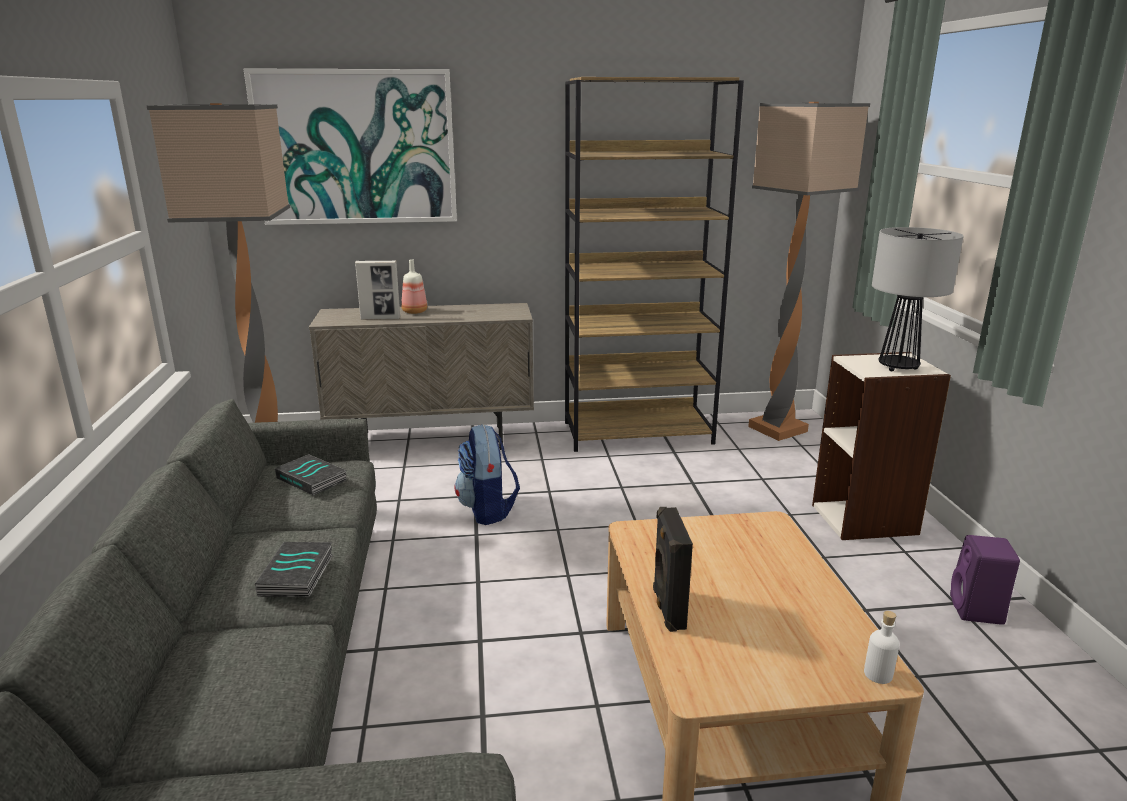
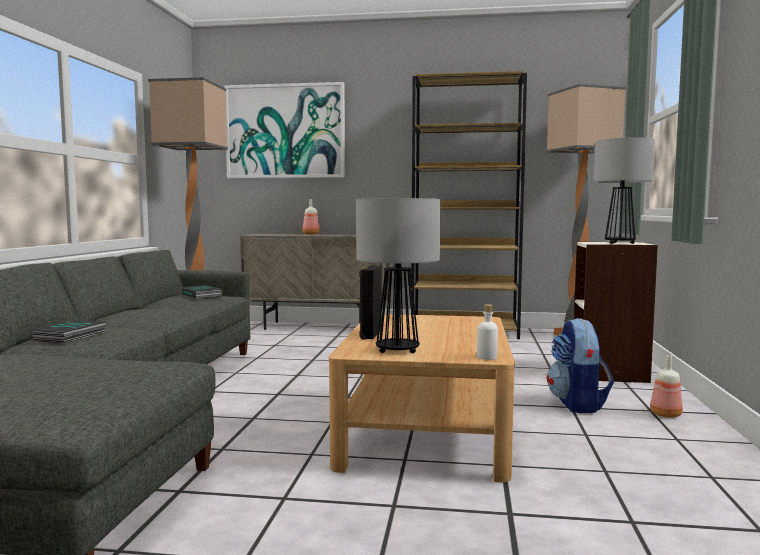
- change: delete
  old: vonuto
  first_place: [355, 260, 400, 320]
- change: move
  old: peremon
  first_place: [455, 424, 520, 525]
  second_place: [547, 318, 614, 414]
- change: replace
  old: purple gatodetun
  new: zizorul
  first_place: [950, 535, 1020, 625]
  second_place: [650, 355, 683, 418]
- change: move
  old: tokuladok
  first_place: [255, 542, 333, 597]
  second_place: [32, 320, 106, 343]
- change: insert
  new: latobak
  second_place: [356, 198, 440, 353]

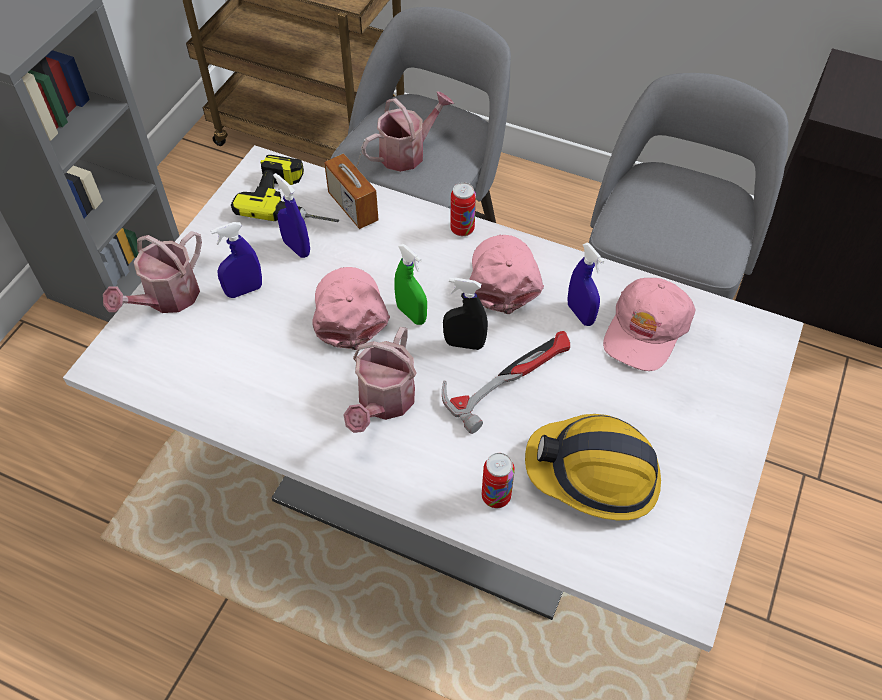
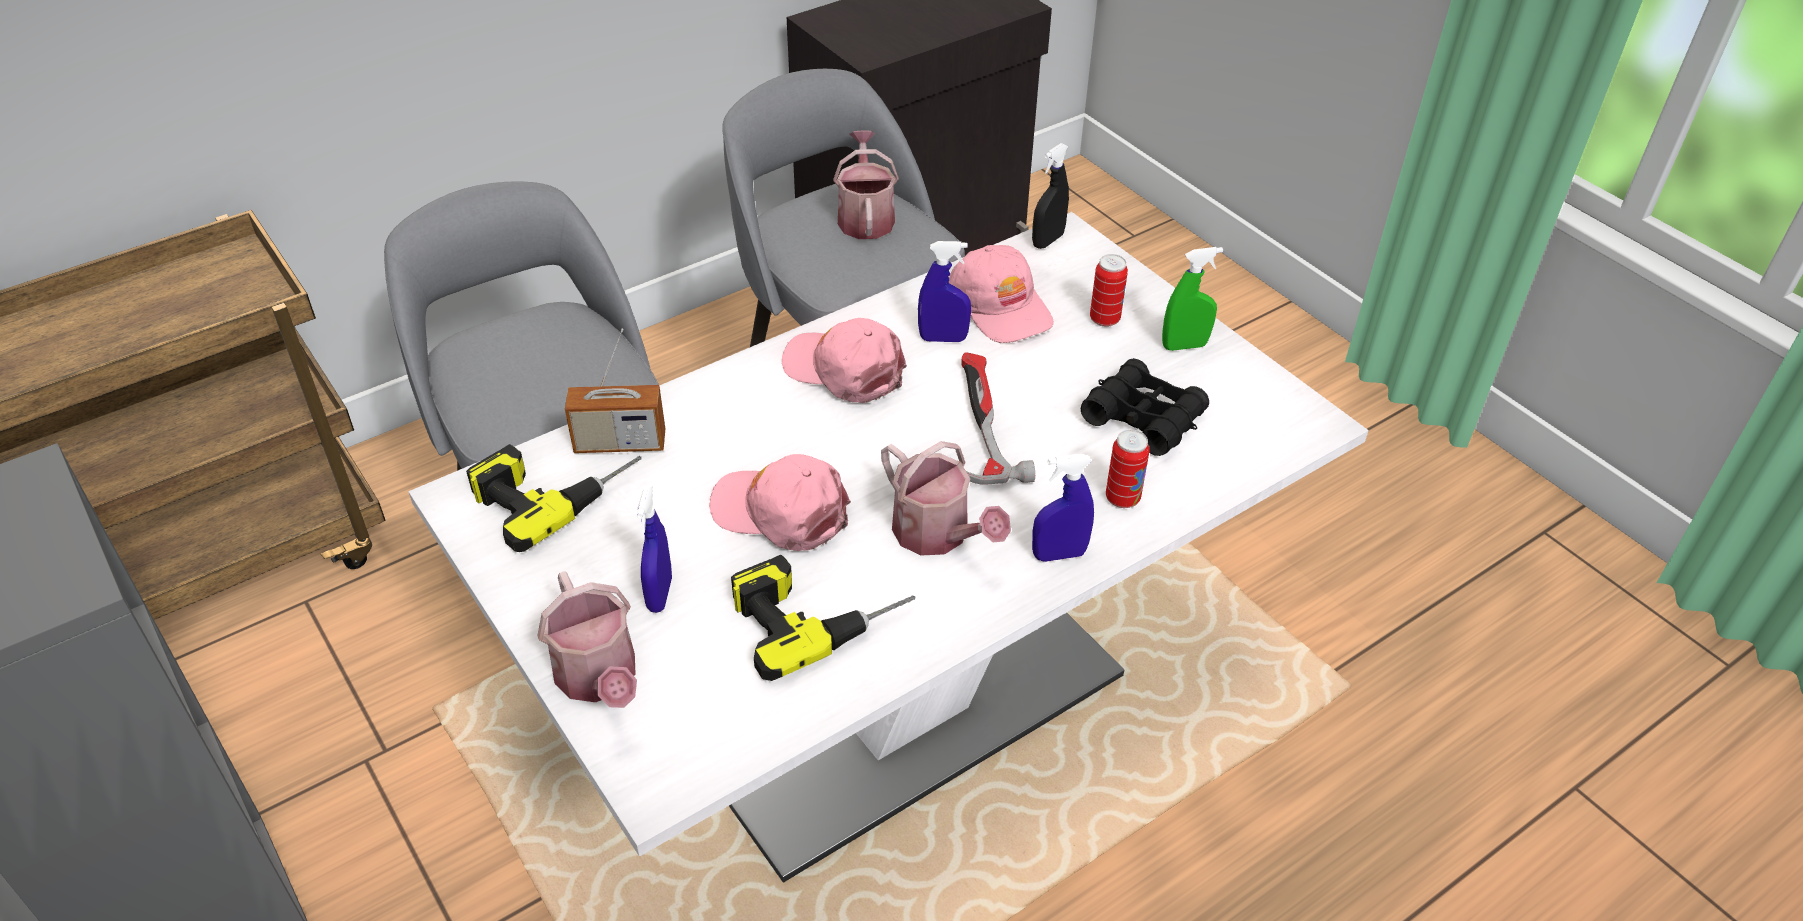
- change: move
  old: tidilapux
  first_place: [361, 91, 454, 172]
  second_place: [834, 130, 899, 239]
- change: move
  old: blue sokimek
  first_place: [273, 173, 310, 258]
  second_place: [1032, 454, 1094, 562]
- change: move
  old: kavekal
  first_place: [450, 182, 476, 236]
  second_place: [1090, 254, 1128, 327]
- change: move
  old: green sokimek
  first_place: [394, 244, 427, 325]
  second_place: [1162, 247, 1223, 351]
- change: move
  old: black sokimek
  first_place: [443, 278, 488, 350]
  second_place: [1032, 143, 1069, 249]
- change: replace
  old: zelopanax
  new: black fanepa
  first_place: [525, 414, 661, 520]
  second_place: [1081, 358, 1209, 456]
- change: insert
  new: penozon
  second_place: [731, 555, 915, 681]

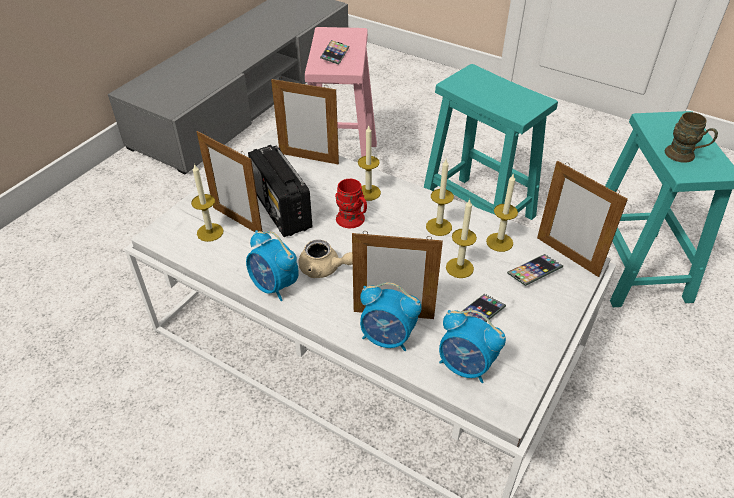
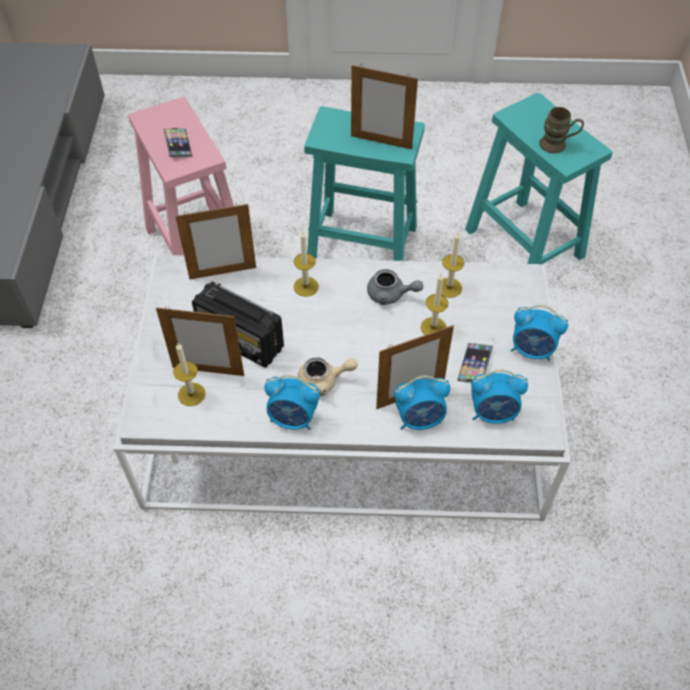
- change: replace
  old: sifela
  new: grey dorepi
  first_place: [426, 159, 454, 236]
  second_place: [367, 269, 423, 305]
- change: move
  old: vonuto
  first_place: [537, 161, 628, 277]
  second_place: [351, 64, 418, 149]
- change: delete
  old: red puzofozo
  first_place: [335, 179, 367, 228]
- change: delete
  old: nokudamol
  first_place: [507, 254, 563, 286]
- change: insert
  new: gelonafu
  second_place: [511, 305, 568, 361]

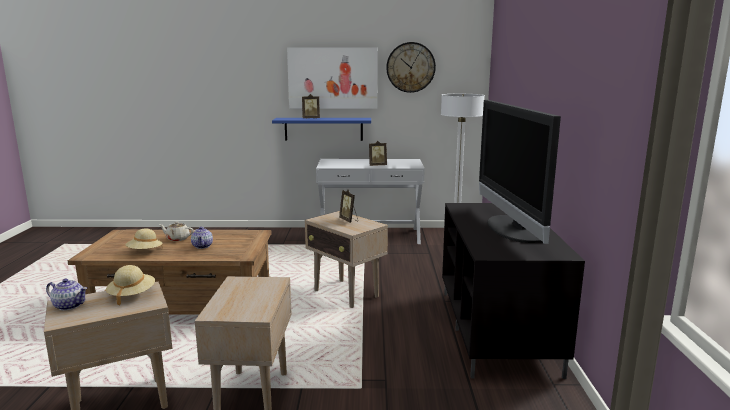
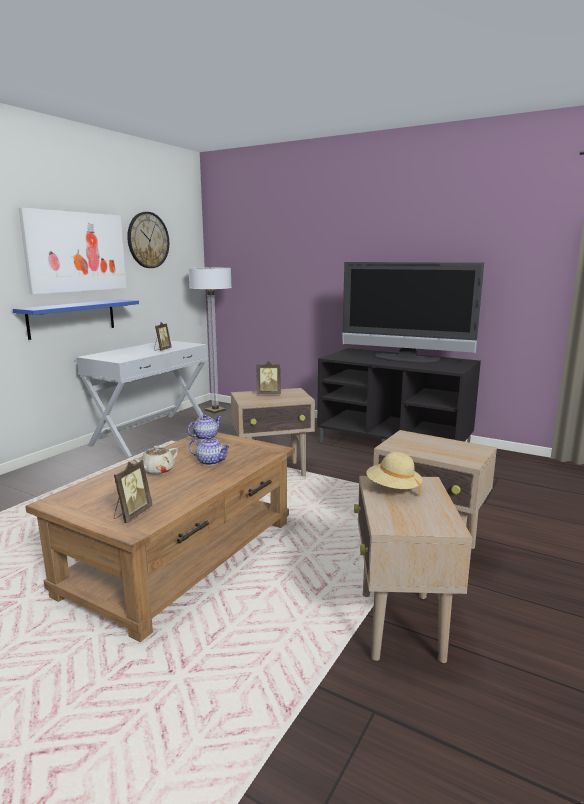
- change: move
  old: vonuto
  first_place: [302, 94, 320, 118]
  second_place: [114, 460, 152, 523]
- change: delete
  old: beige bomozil
  first_place: [126, 229, 163, 249]
- change: move
  old: dorepi
  first_place: [46, 279, 88, 311]
  second_place: [188, 414, 222, 440]

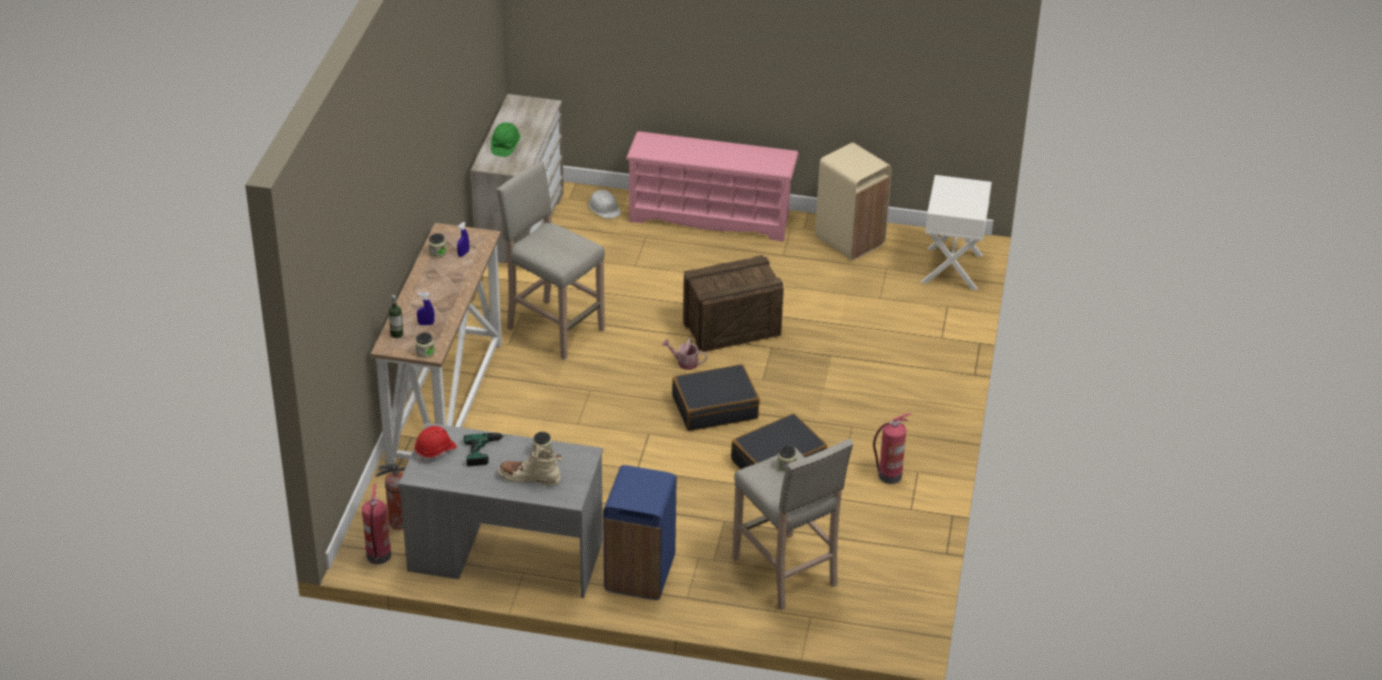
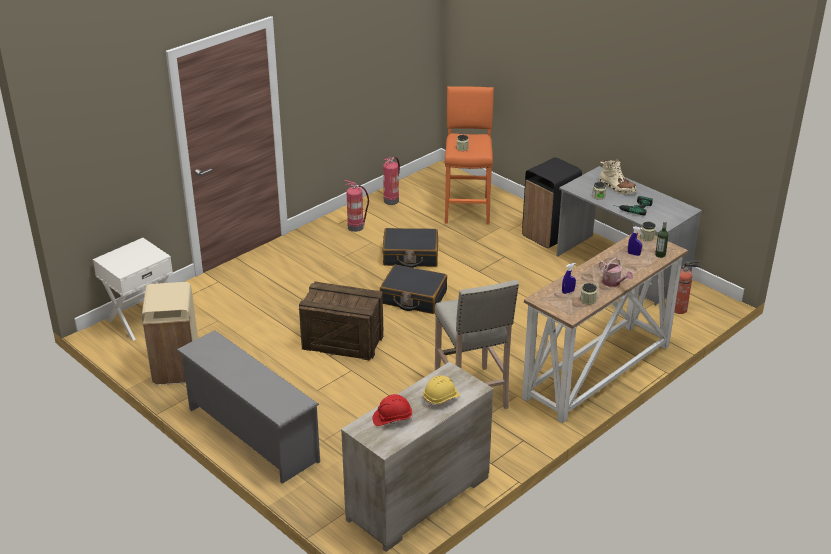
- change: recolor
  old: green zelopanax
  new: yellow zelopanax
  first_place: [491, 122, 521, 157]
  second_place: [423, 375, 460, 408]
- change: recolor
  old: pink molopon
  new: grey molopon
  first_place: [626, 131, 799, 242]
  second_place: [177, 330, 320, 484]
- change: delete
  old: white zelopanax
  first_place: [588, 190, 621, 219]
- change: move
  old: tidilapux
  first_place: [662, 338, 707, 370]
  second_place: [599, 258, 633, 287]
- change: move
  old: red zelopanax
  first_place: [414, 426, 457, 462]
  second_place: [373, 394, 412, 426]
- change: recolor
  old: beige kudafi
  new: orange kudafi
  first_place: [732, 439, 853, 610]
  second_place: [445, 86, 494, 225]
- change: recolor
  old: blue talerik
  new: black talerik
  first_place: [603, 465, 676, 600]
  second_place: [522, 157, 582, 248]
- change: move
  old: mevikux
  first_place: [362, 484, 391, 564]
  second_place: [383, 157, 400, 205]

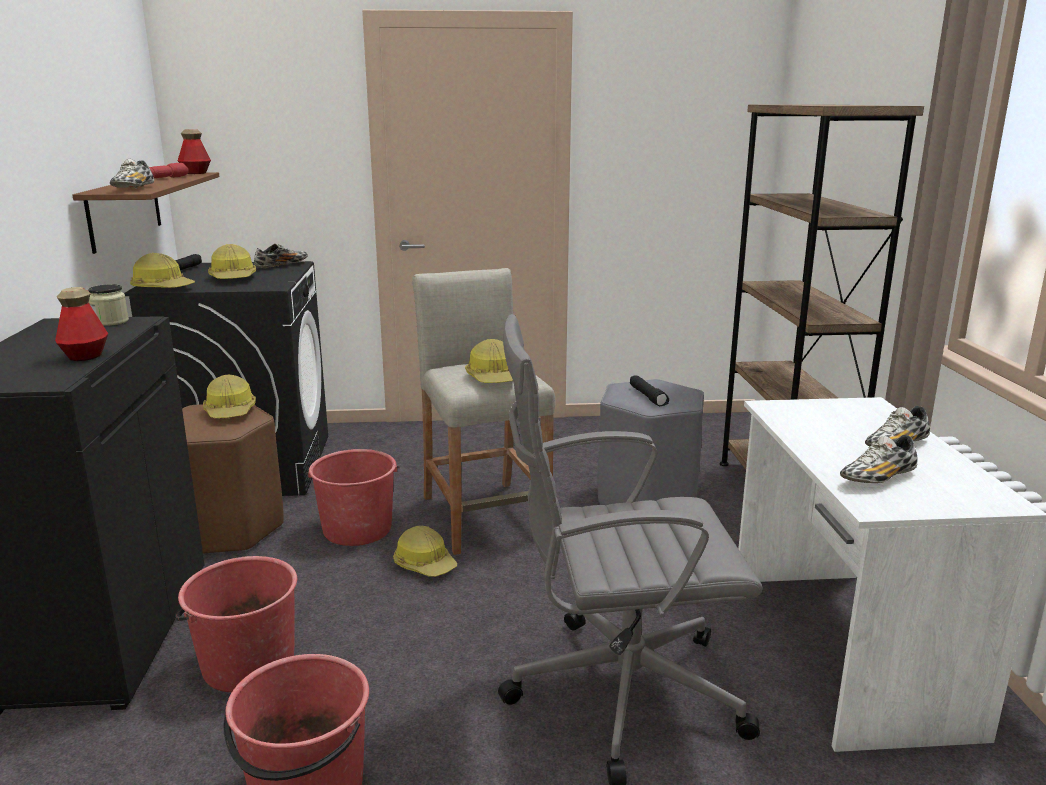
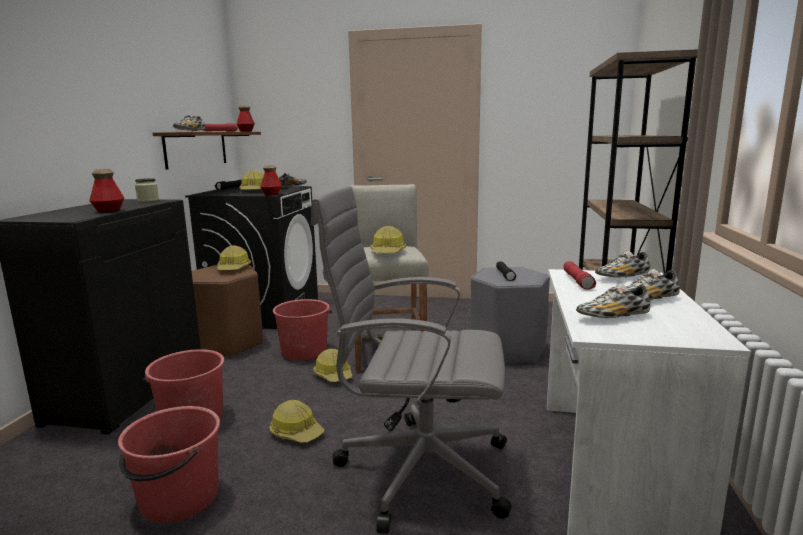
- change: move
  old: zelopanax
  first_place: [130, 253, 195, 288]
  second_place: [269, 400, 324, 443]
- change: insert
  new: zizorul
  second_place: [260, 165, 281, 196]
- change: insert
  new: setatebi
  second_place: [595, 250, 650, 278]
- change: insert
  new: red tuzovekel
  second_place: [563, 261, 596, 290]

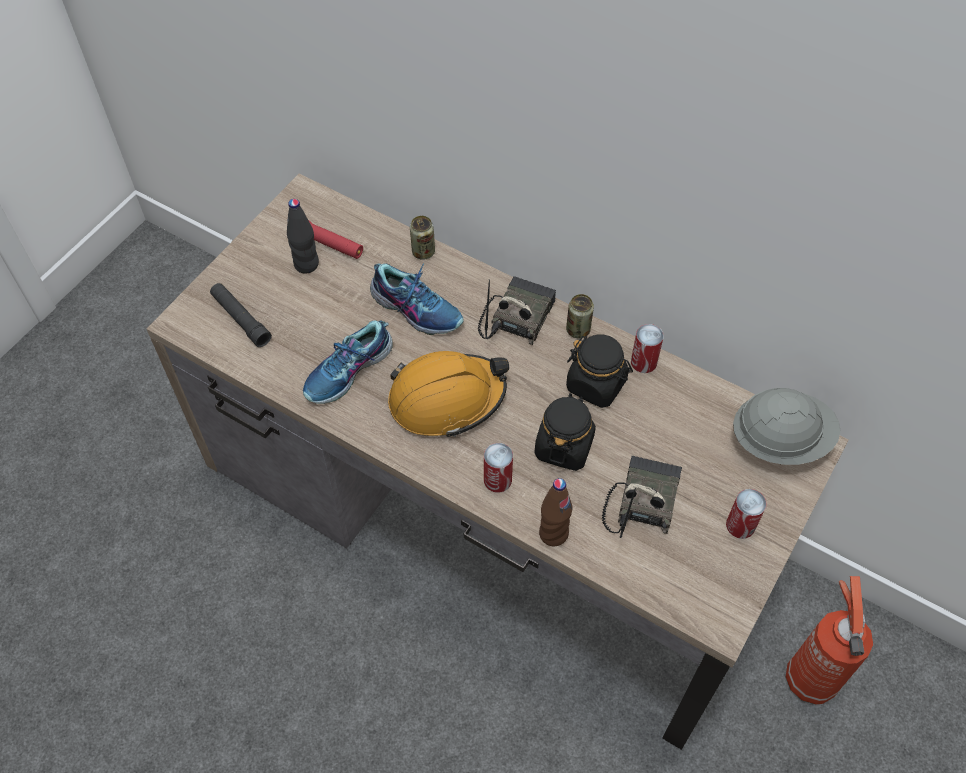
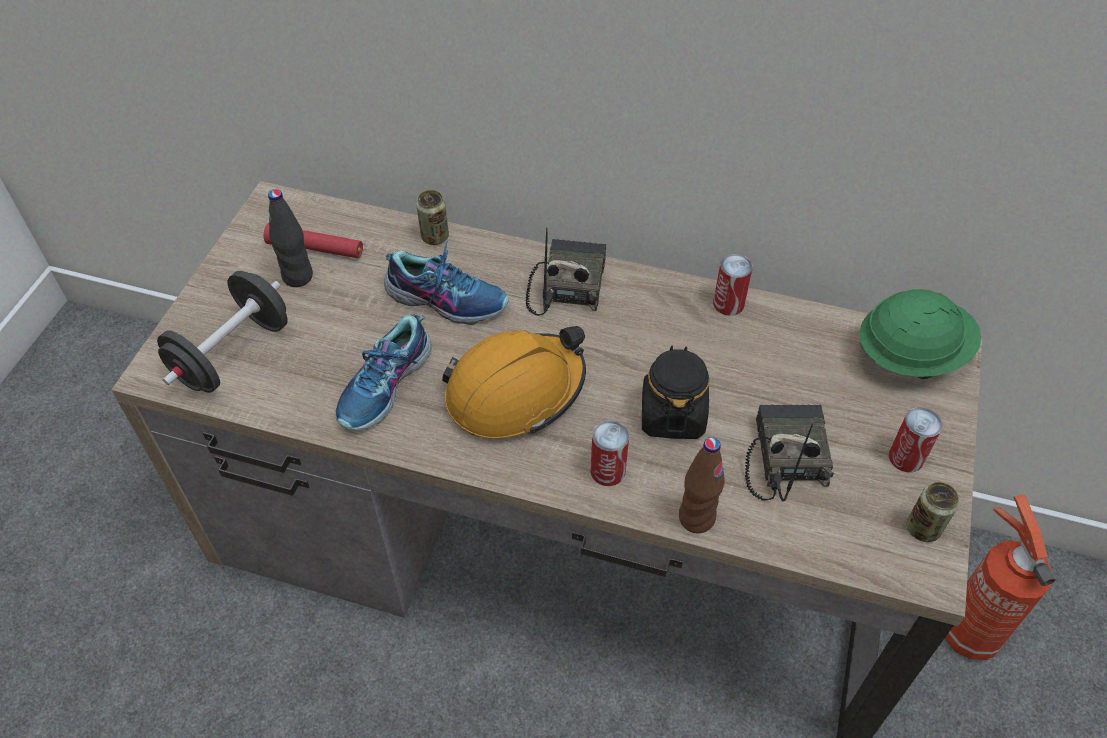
- change: replace
  old: black tuzovekel
  new: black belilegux
  first_place: [210, 283, 272, 347]
  second_place: [157, 271, 288, 393]
- change: move
  old: kavekal
  first_place: [566, 294, 594, 339]
  second_place: [906, 482, 959, 542]
- change: delete
  old: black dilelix
  first_place: [566, 335, 633, 408]
- change: recolor
  old: grey zelopanax
  new: green zelopanax
  first_place: [733, 388, 840, 465]
  second_place: [859, 289, 981, 379]

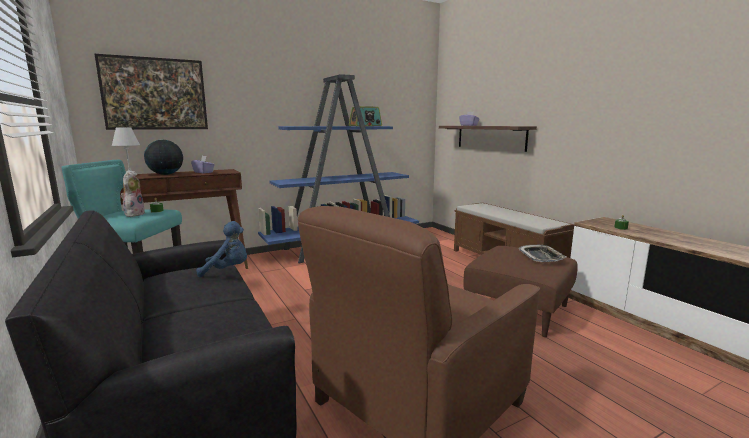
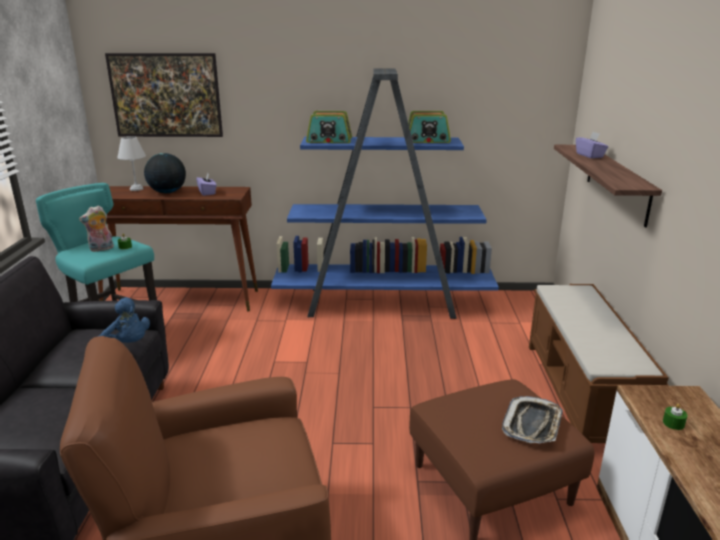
- change: rotate
  old: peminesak
  first_place: [121, 172, 145, 217]
  second_place: [79, 205, 114, 252]
  degrees: -150
- change: insert
  new: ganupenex
  second_place: [306, 111, 352, 143]

